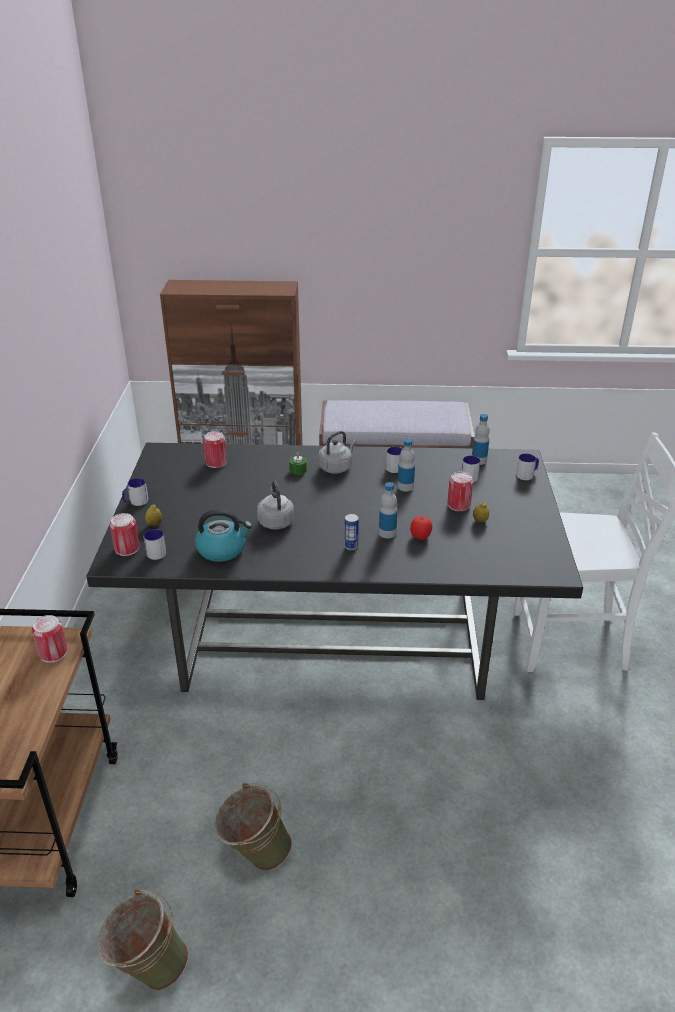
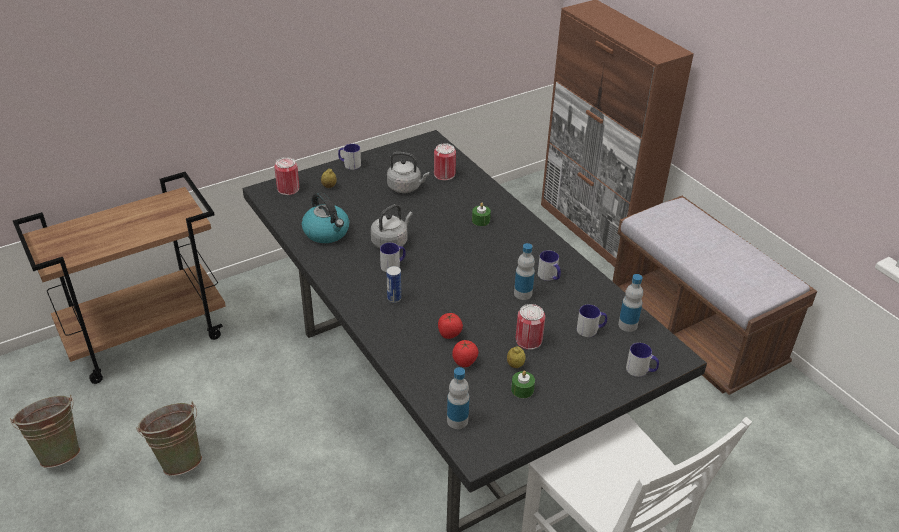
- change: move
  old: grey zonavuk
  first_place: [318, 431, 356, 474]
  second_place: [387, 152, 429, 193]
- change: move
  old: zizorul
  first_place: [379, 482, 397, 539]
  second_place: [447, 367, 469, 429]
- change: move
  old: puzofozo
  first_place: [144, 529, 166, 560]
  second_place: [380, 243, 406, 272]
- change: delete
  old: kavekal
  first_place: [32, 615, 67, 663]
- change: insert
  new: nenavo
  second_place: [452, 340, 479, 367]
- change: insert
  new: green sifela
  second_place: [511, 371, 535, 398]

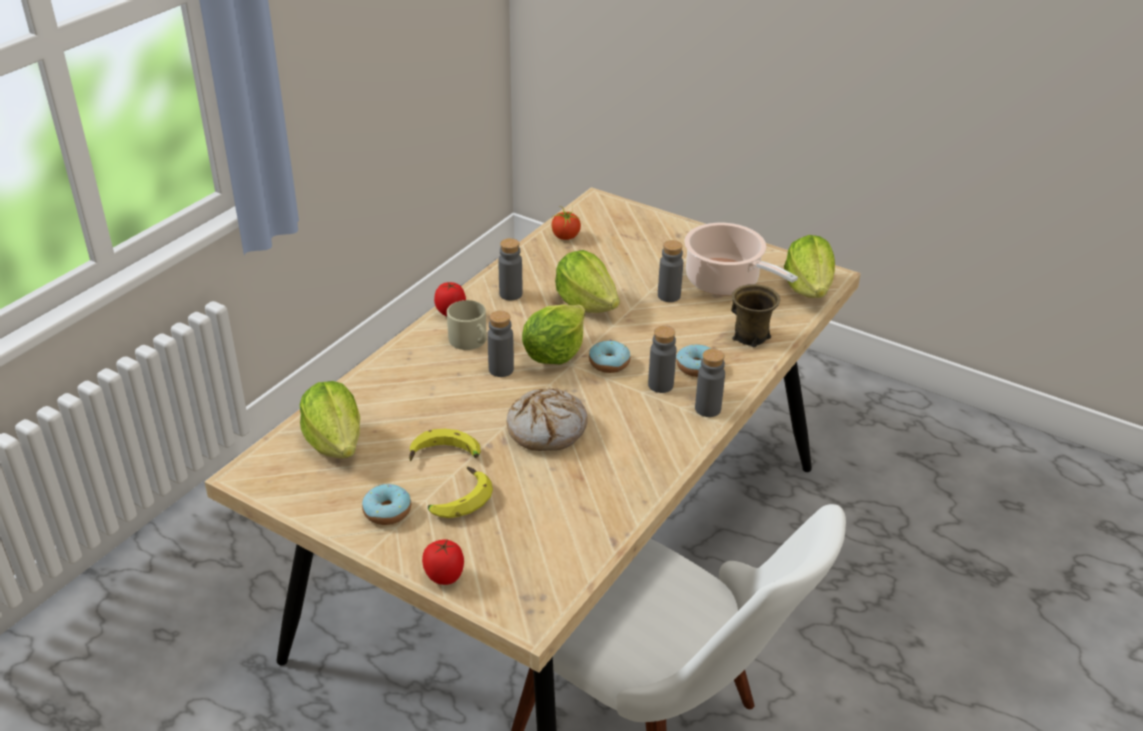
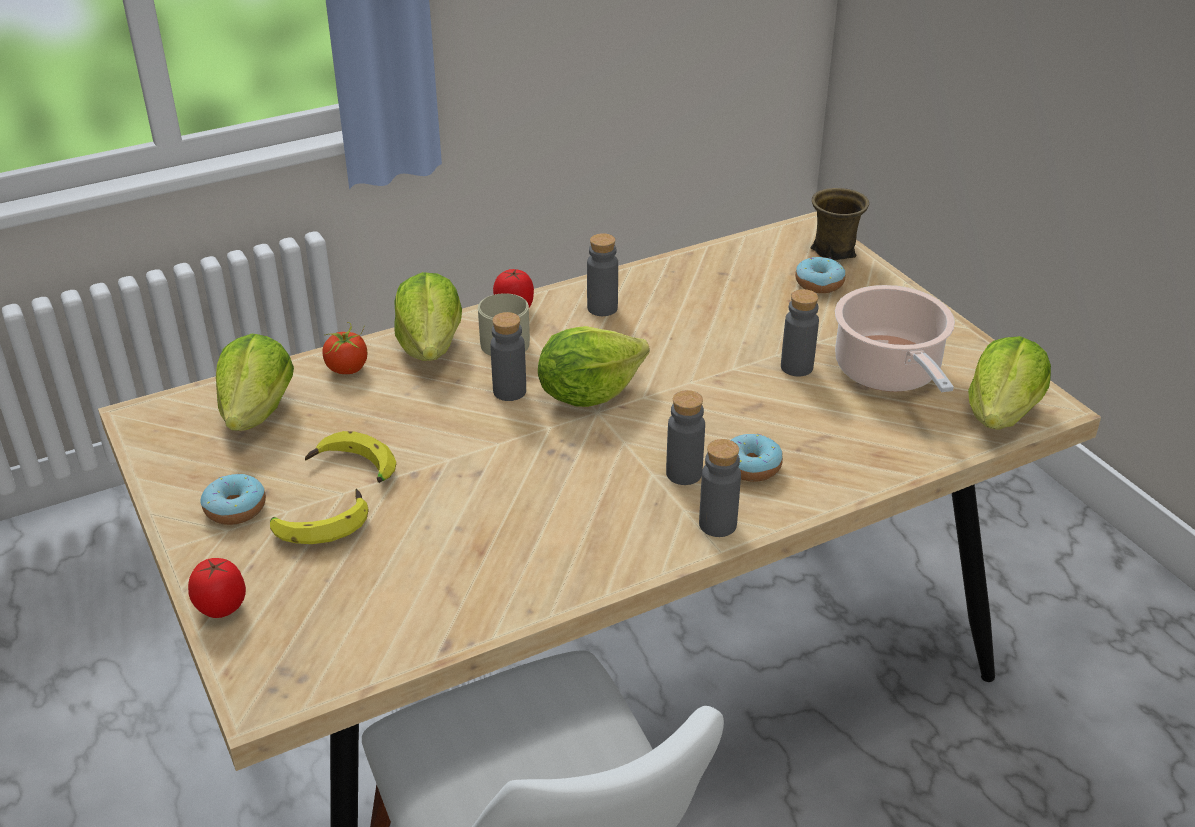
- change: move
  old: nenavo
  first_place: [552, 206, 581, 240]
  second_place: [323, 322, 367, 374]
- change: move
  old: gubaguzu
  first_place: [555, 250, 620, 313]
  second_place: [394, 272, 462, 361]
- change: move
  old: brown puzofozo
  first_place: [731, 284, 780, 347]
  second_place: [811, 188, 869, 260]
- change: move
  old: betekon
  first_place: [589, 340, 631, 373]
  second_place: [795, 257, 845, 293]
- change: delete
  old: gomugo
  first_place: [507, 388, 588, 451]

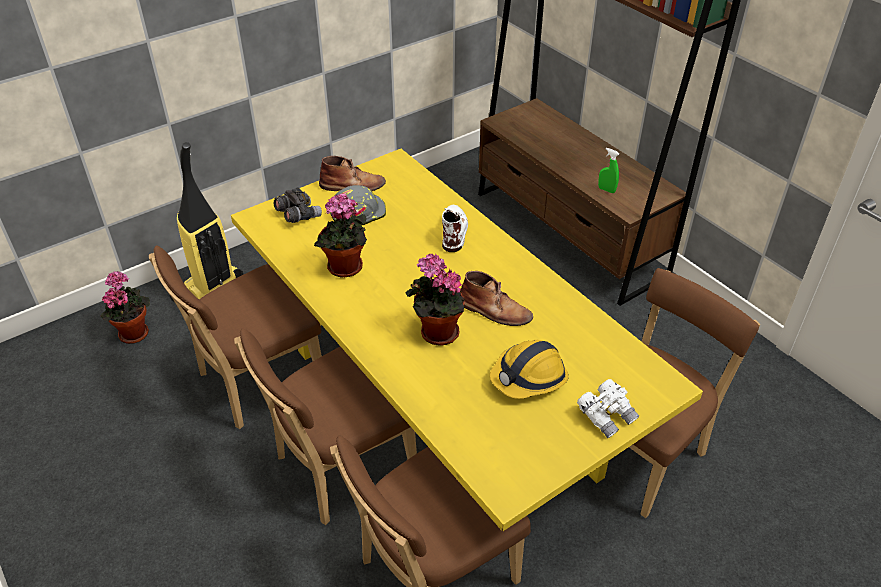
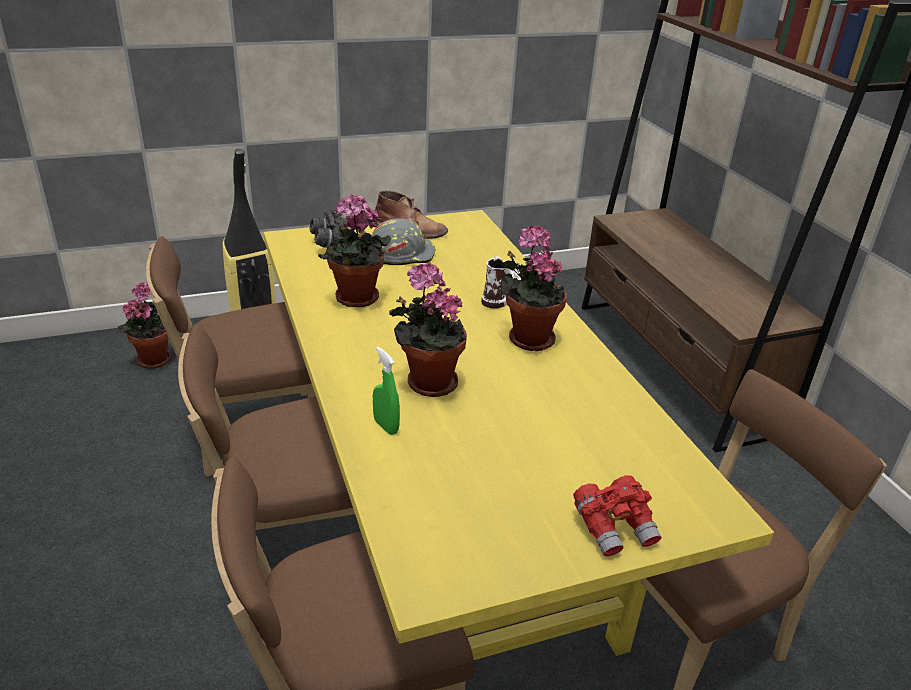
- change: move
  old: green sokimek
  first_place: [598, 148, 619, 193]
  second_place: [373, 347, 400, 435]
- change: delete
  old: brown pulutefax
  first_place: [461, 271, 533, 326]
- change: delete
  old: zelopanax
  first_place: [490, 340, 569, 399]
- change: recolor
  old: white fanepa
  new: red fanepa
  first_place: [577, 379, 639, 438]
  second_place: [573, 475, 661, 557]
- change: insert
  new: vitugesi
  second_place: [500, 226, 567, 351]

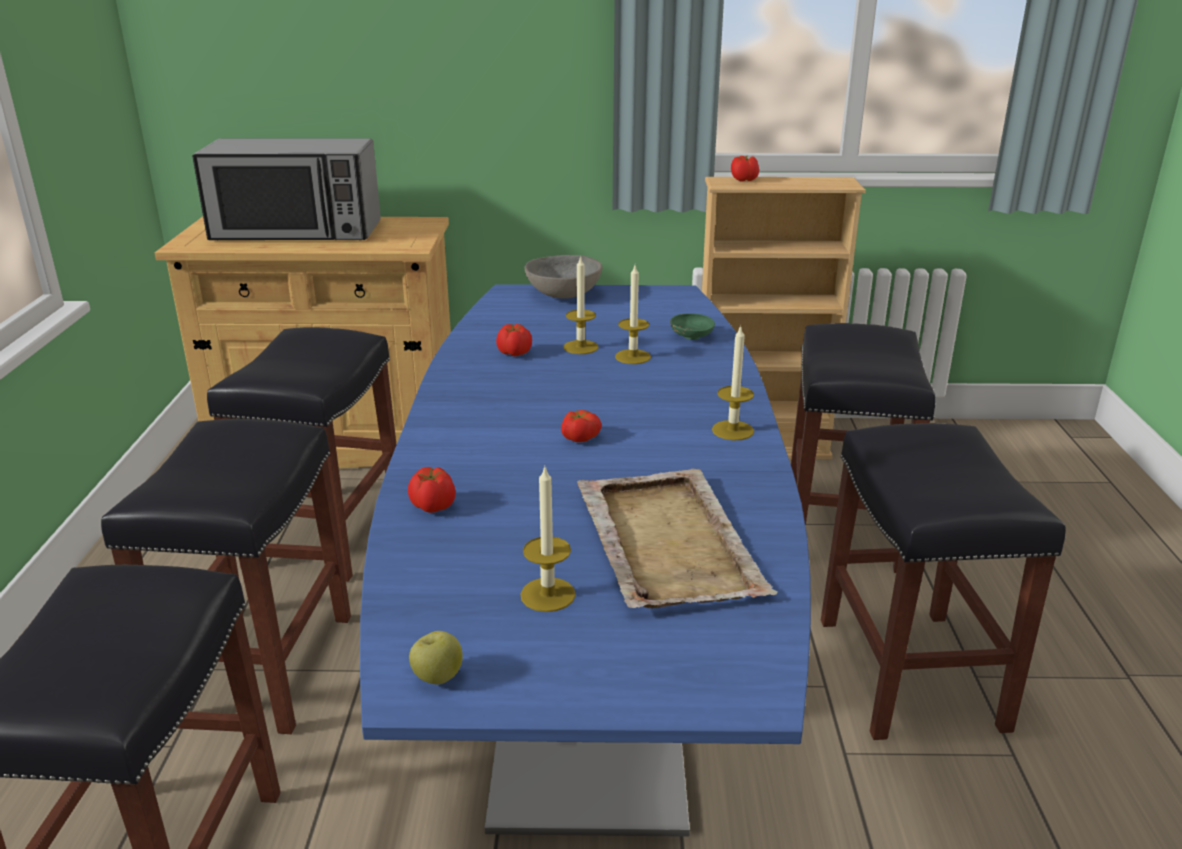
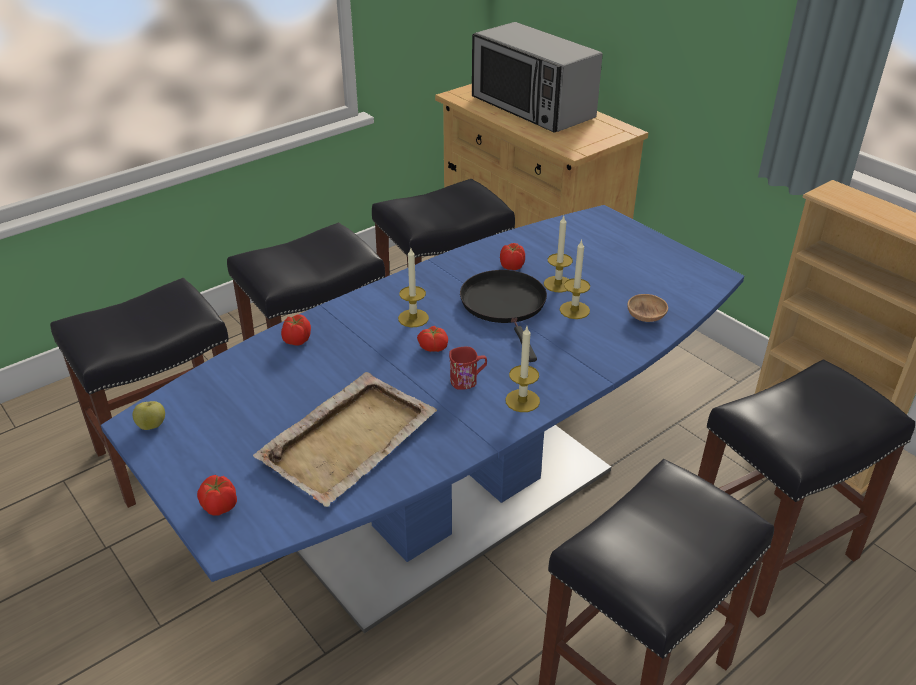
- change: move
  old: nenavo
  first_place: [731, 156, 759, 182]
  second_place: [197, 475, 237, 516]
- change: delete
  old: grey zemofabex
  first_place: [525, 255, 603, 298]
- change: recolor
  old: green zemofabex
  new: brown zemofabex
  first_place: [670, 314, 715, 340]
  second_place: [627, 294, 668, 322]
- change: move
  old: sifela
  first_place: [520, 467, 576, 612]
  second_place: [398, 248, 429, 327]
- change: insert
  new: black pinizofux
  second_place: [460, 270, 547, 362]
- change: insert
  new: red puzofozo
  second_place: [449, 347, 487, 390]

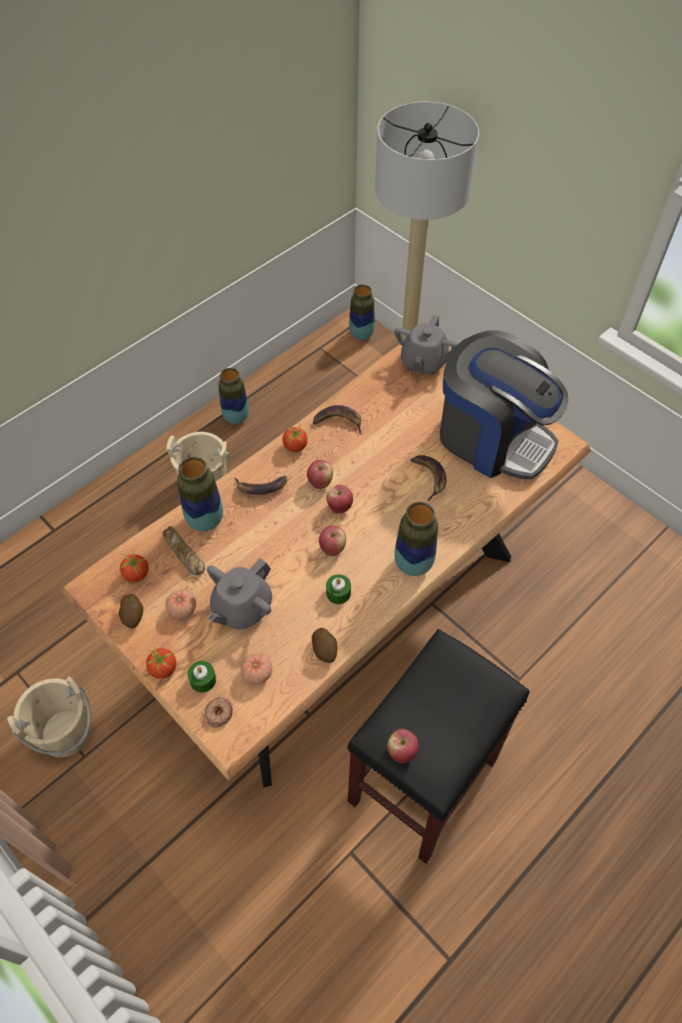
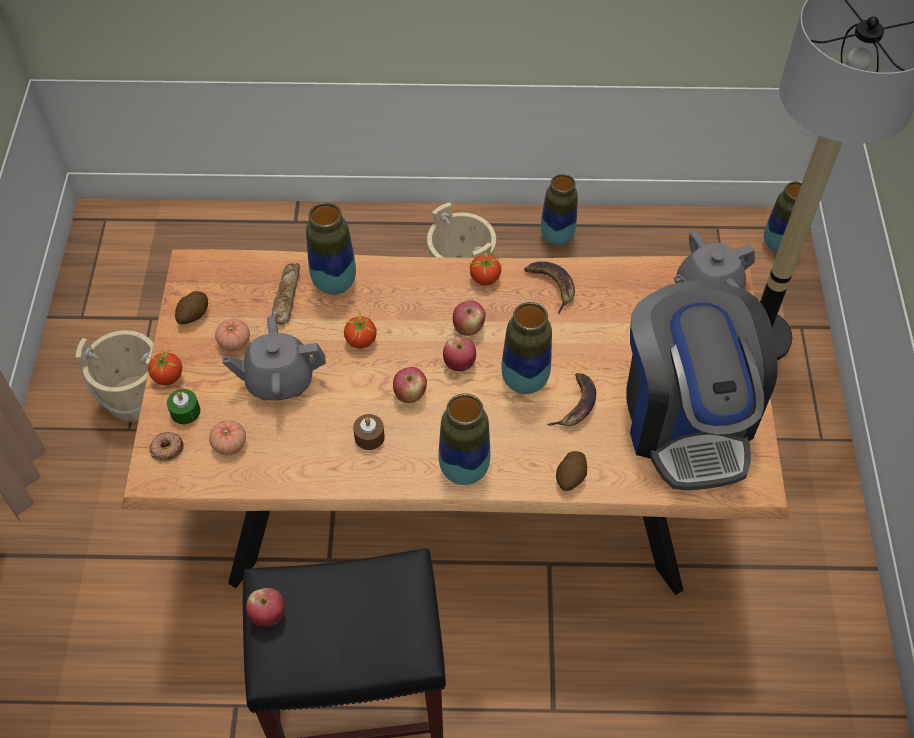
- change: delete
  old: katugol
  first_place: [235, 476, 287, 495]
- change: move
  old: nenavo
  first_place: [119, 550, 149, 582]
  second_place: [343, 309, 377, 348]
- change: recolor
  old: green sifela
  new: brown sifela
  first_place: [326, 574, 351, 604]
  second_place: [353, 414, 385, 450]
- change: move
  old: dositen
  first_place: [312, 628, 337, 663]
  second_place: [556, 451, 587, 491]
- change: insert
  new: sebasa
  second_place: [501, 302, 552, 394]

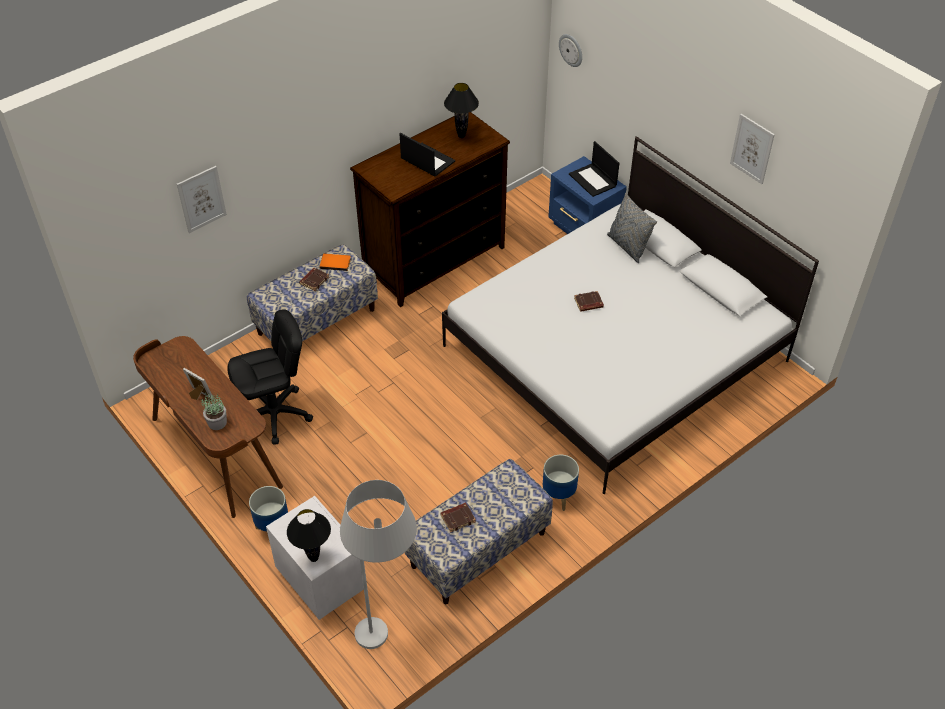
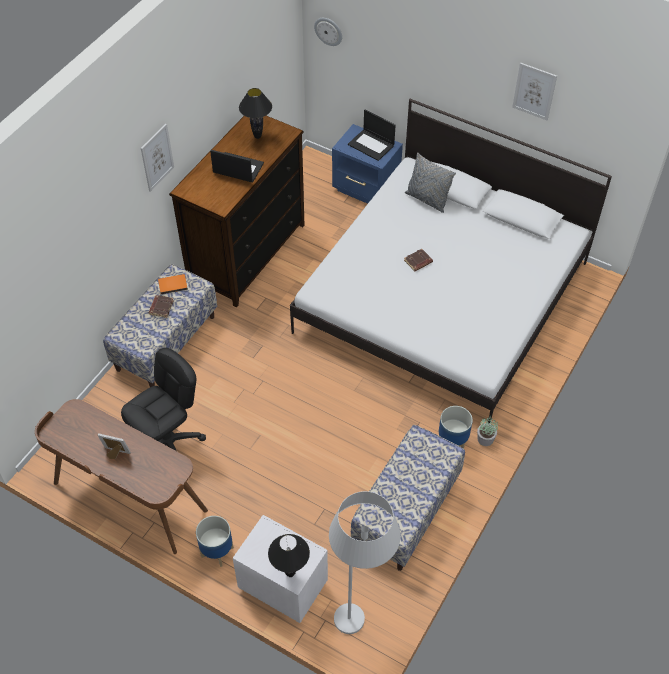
- change: move
  old: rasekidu
  first_place: [177, 166, 227, 233]
  second_place: [141, 124, 174, 192]
- change: move
  old: vitugesi
  first_place: [201, 393, 227, 430]
  second_place: [477, 416, 498, 446]
- change: delete
  old: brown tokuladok
  first_place: [440, 503, 476, 533]

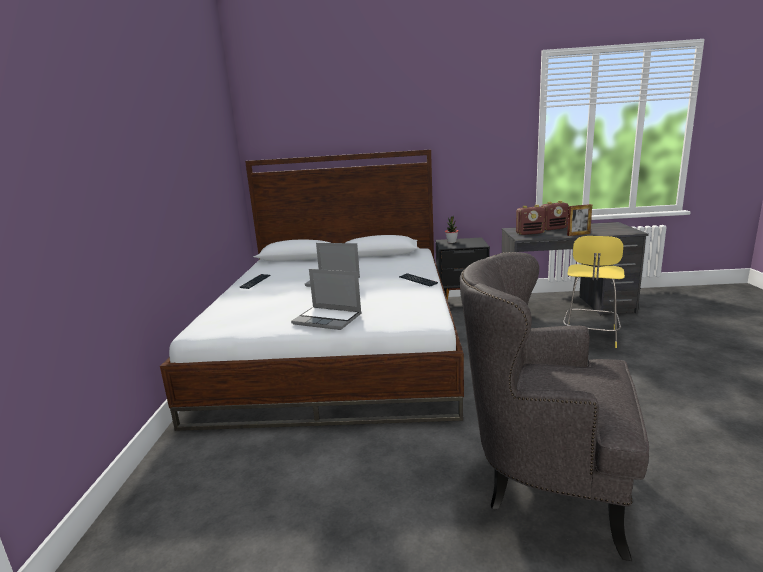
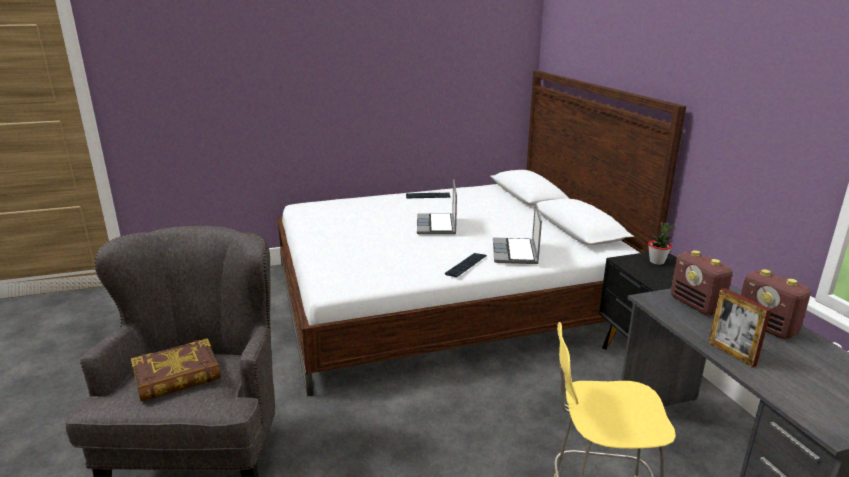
- change: move
  old: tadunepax
  first_place: [291, 269, 362, 330]
  second_place: [493, 201, 542, 264]
- change: insert
  new: tokuladok
  second_place: [131, 338, 221, 401]

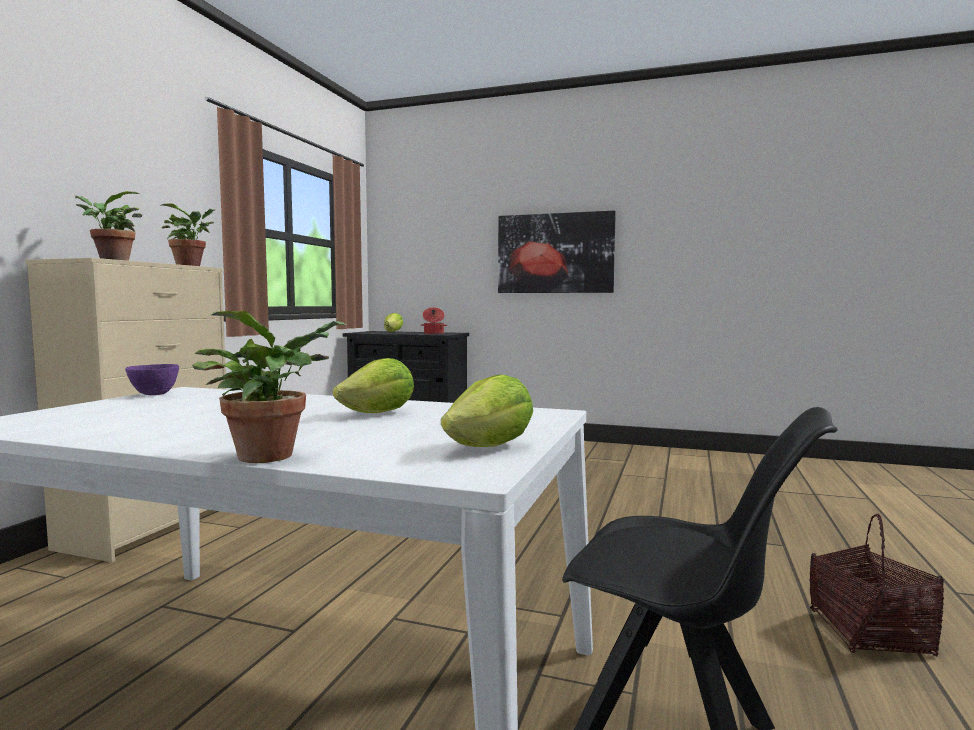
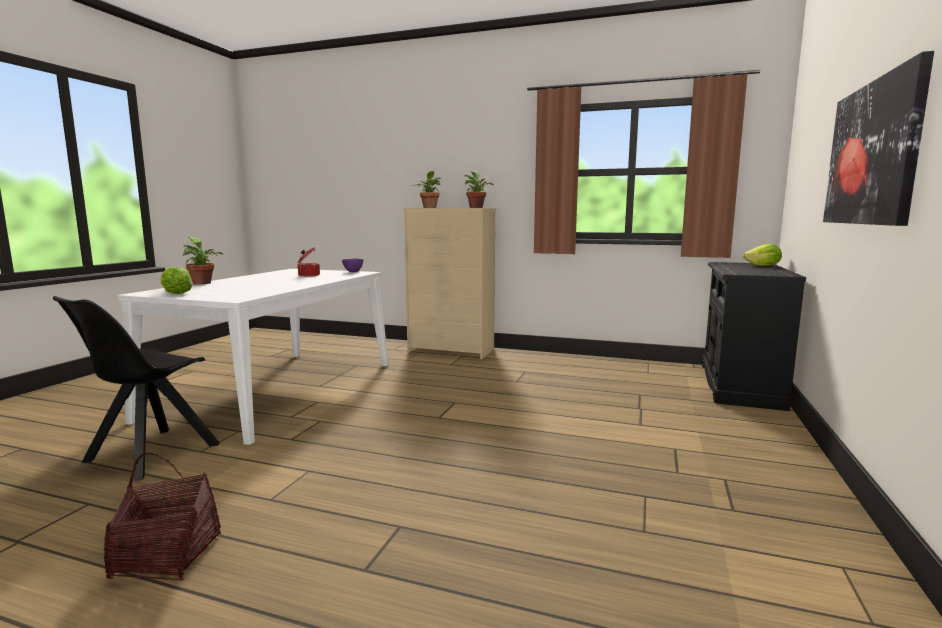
- change: move
  old: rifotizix
  first_place: [421, 307, 447, 335]
  second_place: [297, 247, 320, 277]
- change: delete
  old: gubaguzu
  first_place: [333, 358, 414, 413]

